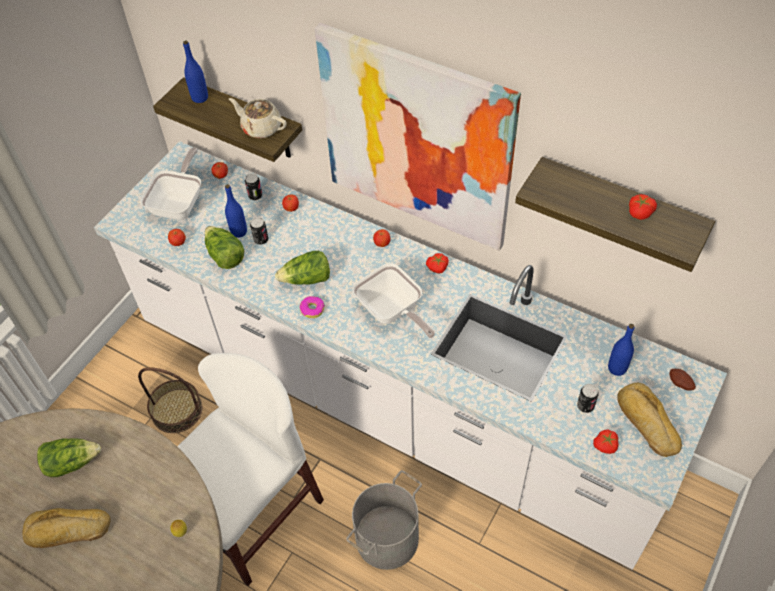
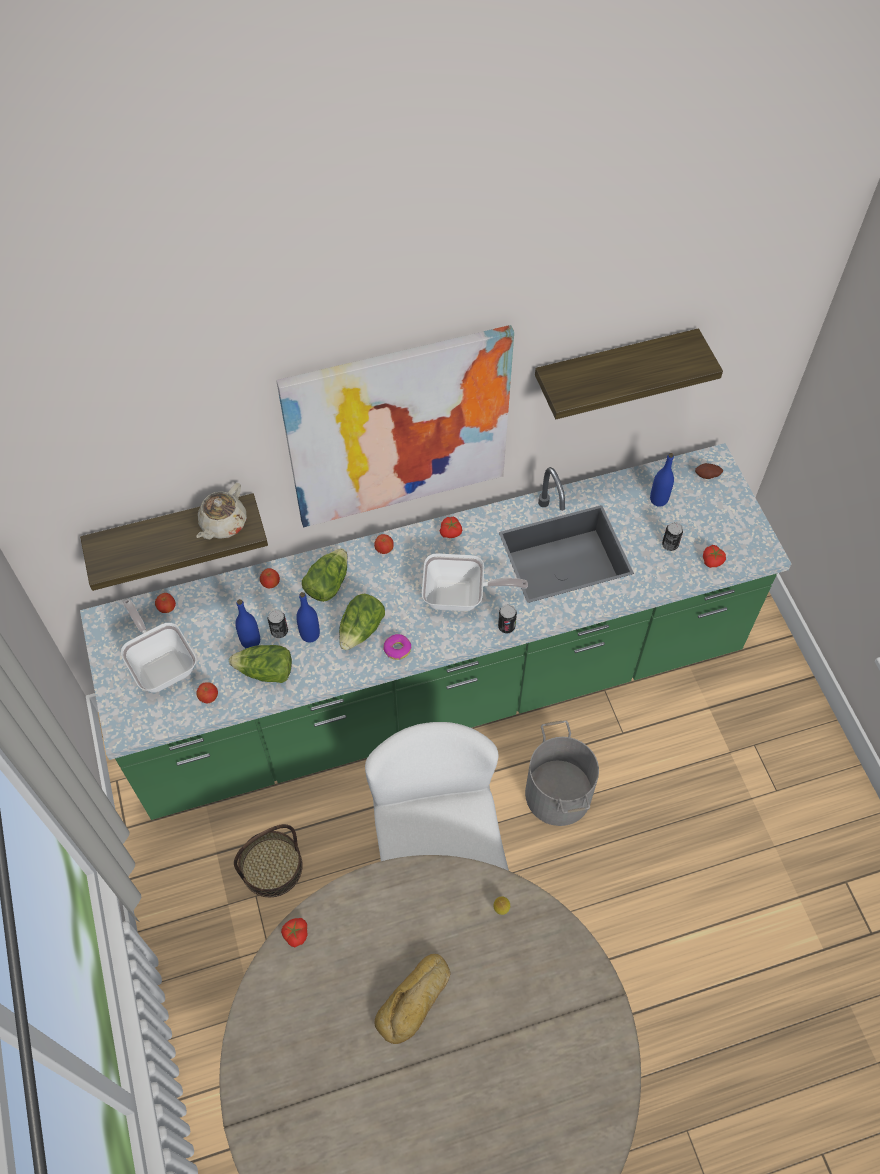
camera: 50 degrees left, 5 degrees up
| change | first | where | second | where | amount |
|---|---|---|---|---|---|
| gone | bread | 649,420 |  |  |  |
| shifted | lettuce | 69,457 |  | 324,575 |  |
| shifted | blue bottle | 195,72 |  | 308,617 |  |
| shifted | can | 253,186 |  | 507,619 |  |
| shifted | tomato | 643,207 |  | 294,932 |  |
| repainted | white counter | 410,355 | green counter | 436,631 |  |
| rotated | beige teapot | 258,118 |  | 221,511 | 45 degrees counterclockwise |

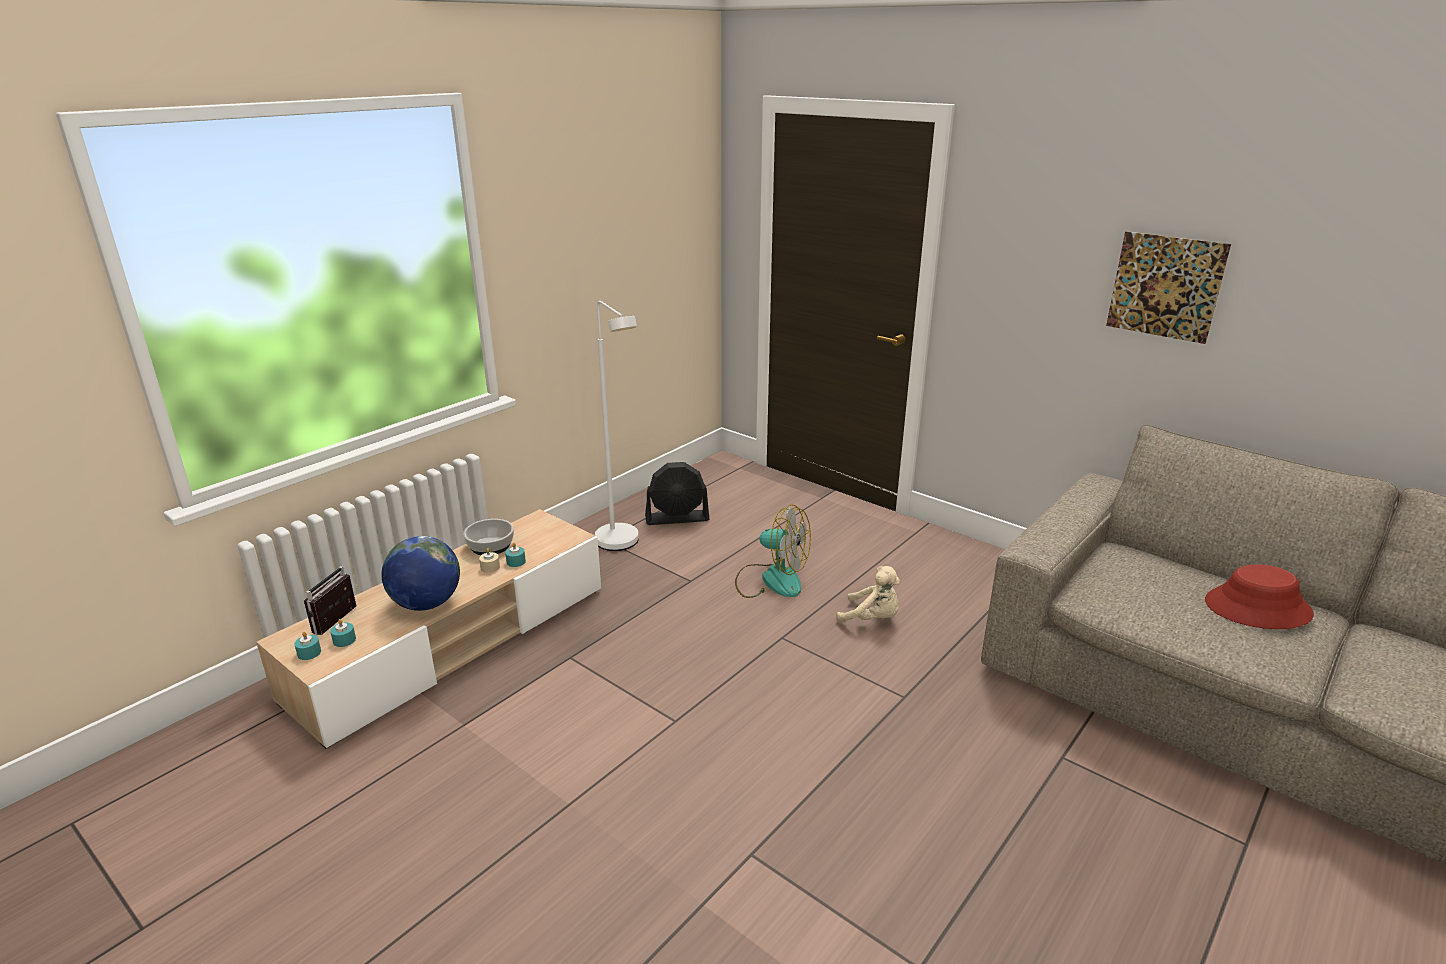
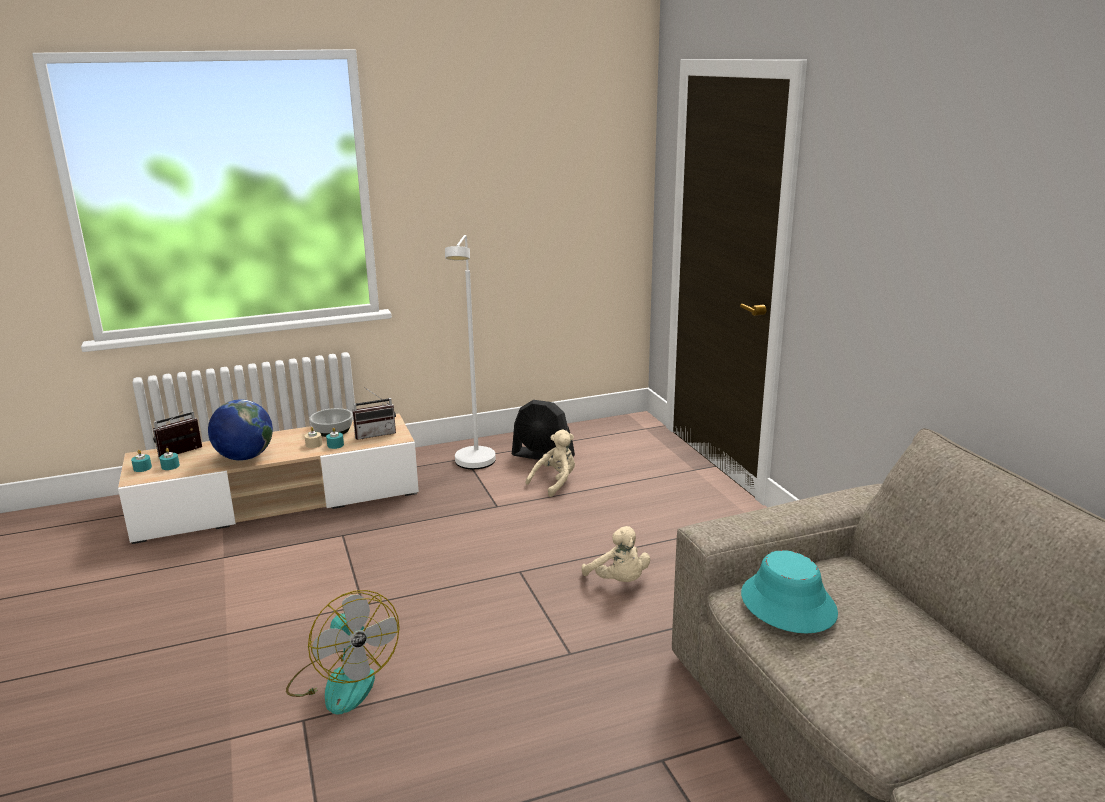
camera: 30 degrees right, 5 degrees down
| change | first | where | second | where | amount |
|---|---|---|---|---|---|
| gone | picture | 1168,287 |  |  |  |
| gone | red hat | 1259,596 |  |  |  |
| new |  |  | radio | 374,413 |  |
| new |  |  | beige plush toy | 550,463 |  |
| new |  |  | turquoise hat | 789,591 |  |
| shifted | fan | 773,551 |  | 343,652 |  |

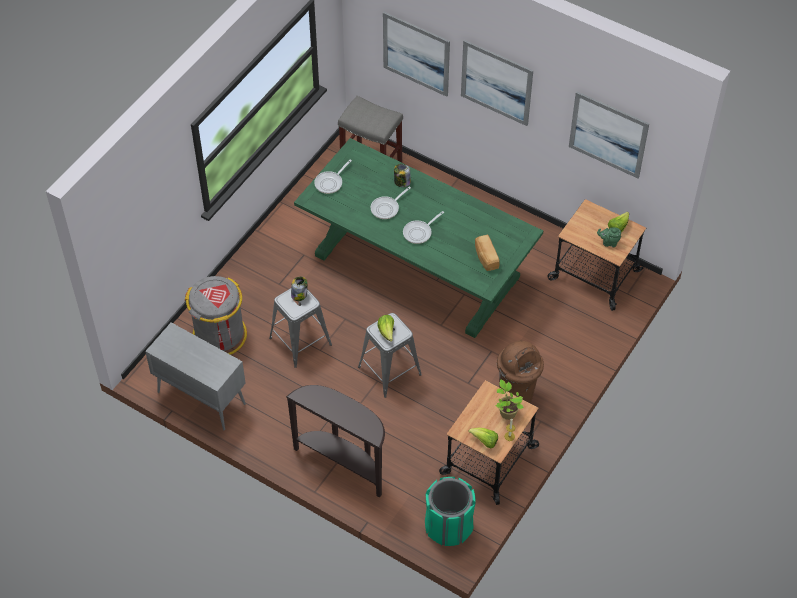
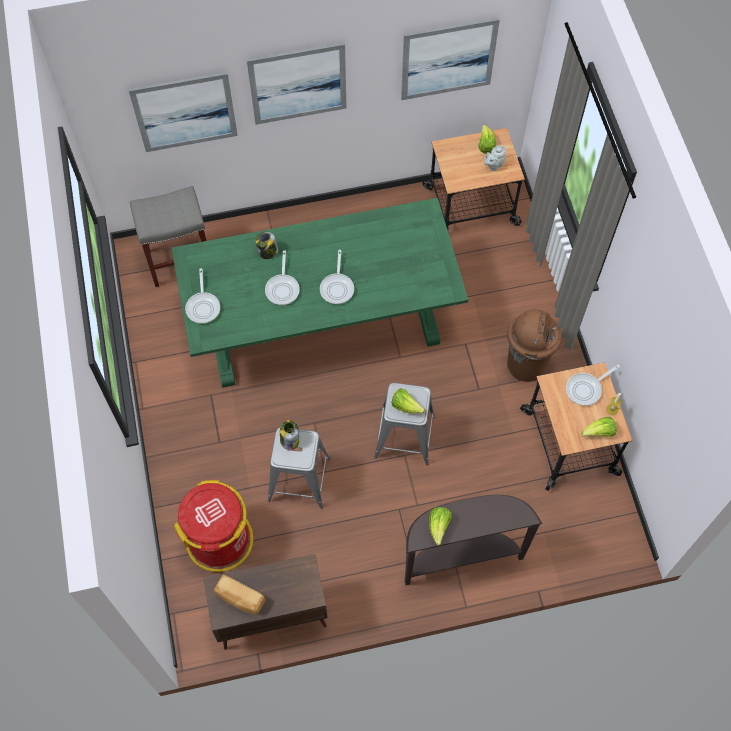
camera: 45 degrees left, 10 degrees up
| change | first | where | second | where | amount |
|---|---|---|---|---|---|
| gone | green trash can | 450,511 |  |  |  |
| new |  |  | lettuce | 440,526 |  |
| shifted | bread | 487,252 |  | 239,595 |  |
| swapped | potted plant | 510,399 | frying pan | 593,385 |  |
| repainted | grey cabinet | 195,376 | brown cabinet | 265,602 |  |
| repainted | grey trash can | 216,315 | red trash can | 213,526 |  |
| repainted | green teapot | 609,237 | grey teapot | 495,158 |  |

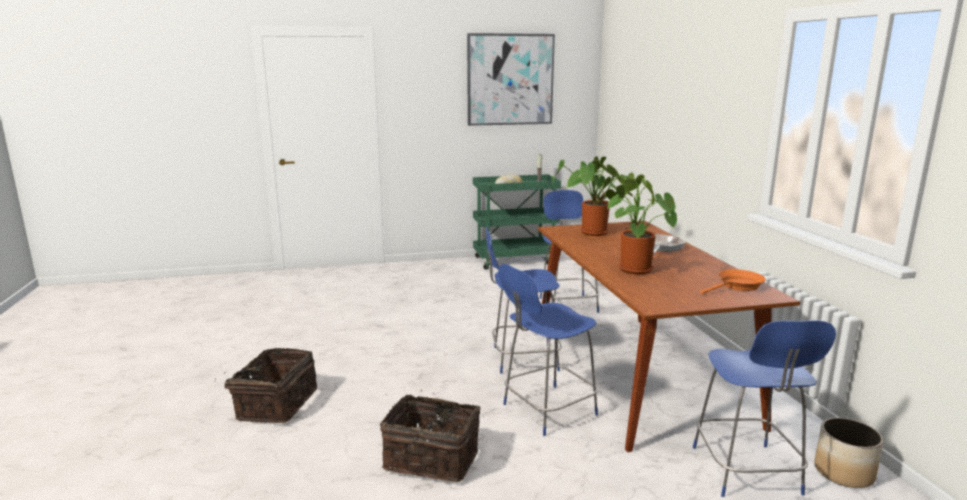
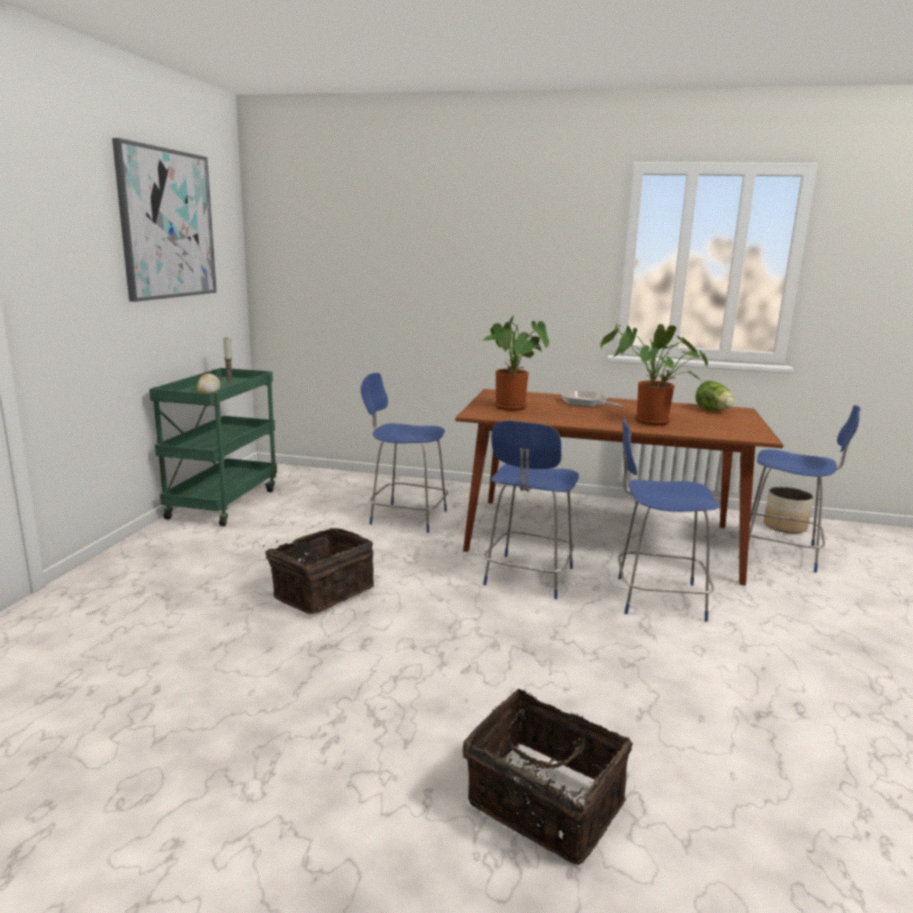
camera: 65 degrees left, 0 degrees up
| change | first | where | second | where | amount |
|---|---|---|---|---|---|
| shifted | basket | 430,436 |  | 318,571 |  |
| swapped | orange frying pan | 733,281 | lettuce | 715,396 |  |
| rotated | blue chair | 548,350 |  | 668,520 | 105 degrees clockwise |

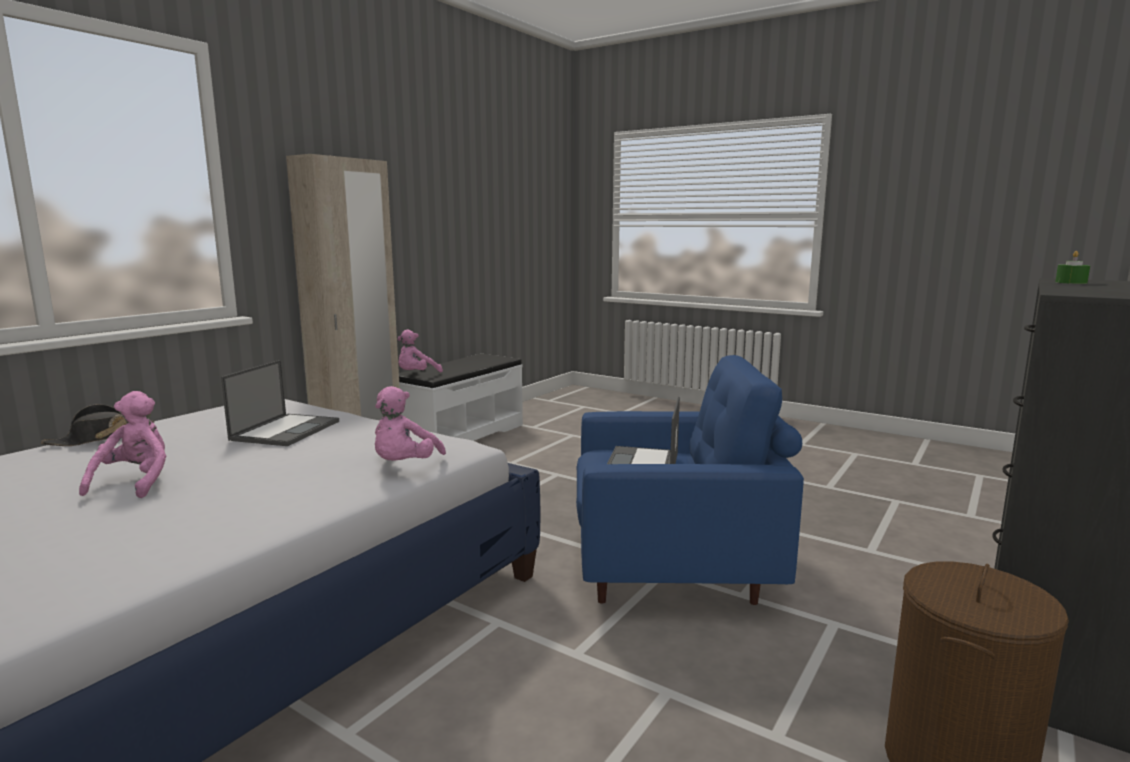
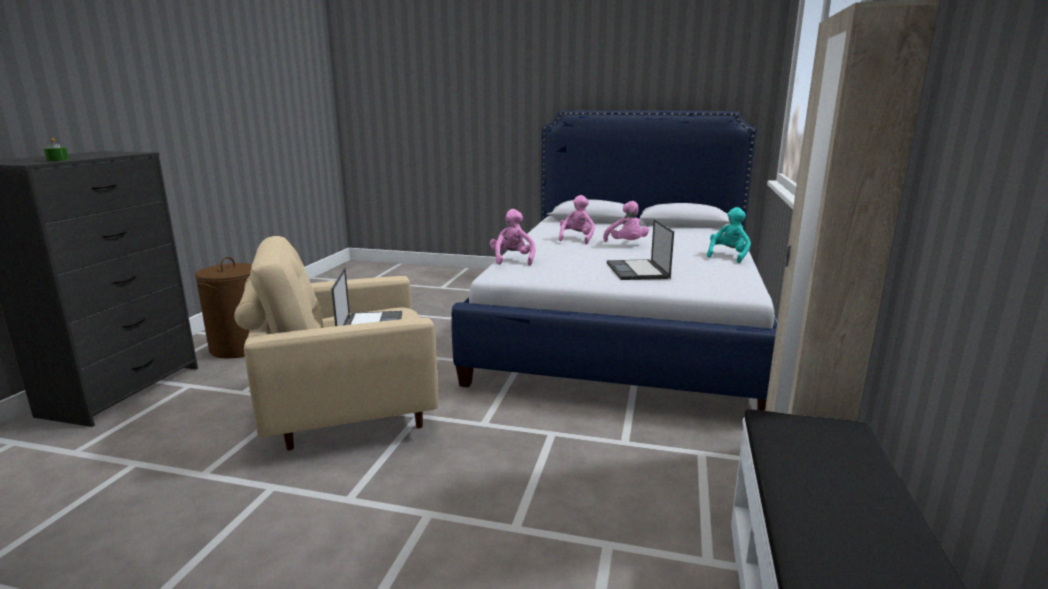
camera: 160 degrees right, 5 degrees up
| change | first | where | second | where | amount |
|---|---|---|---|---|---|
| shifted | pink plush toy | 420,351 |  | 577,220 |  |
| swapped | black hat | 98,425 | turquoise plush toy | 729,235 |  |
| repainted | blue armchair | 690,480 | beige armchair | 336,343 |  |

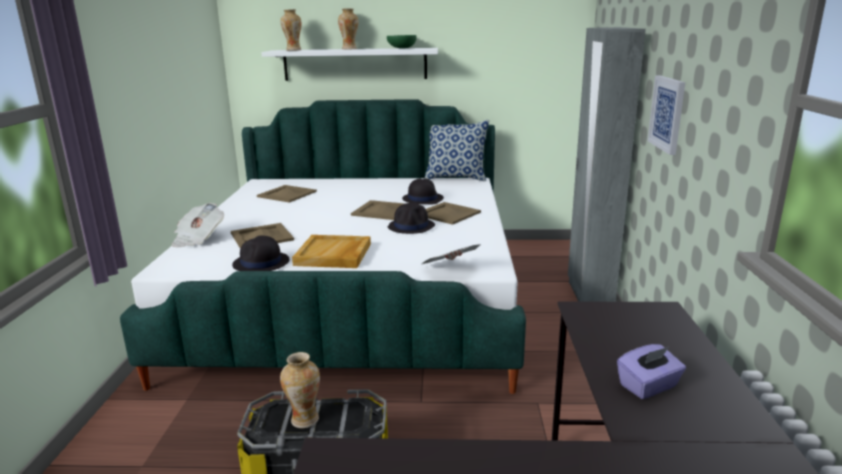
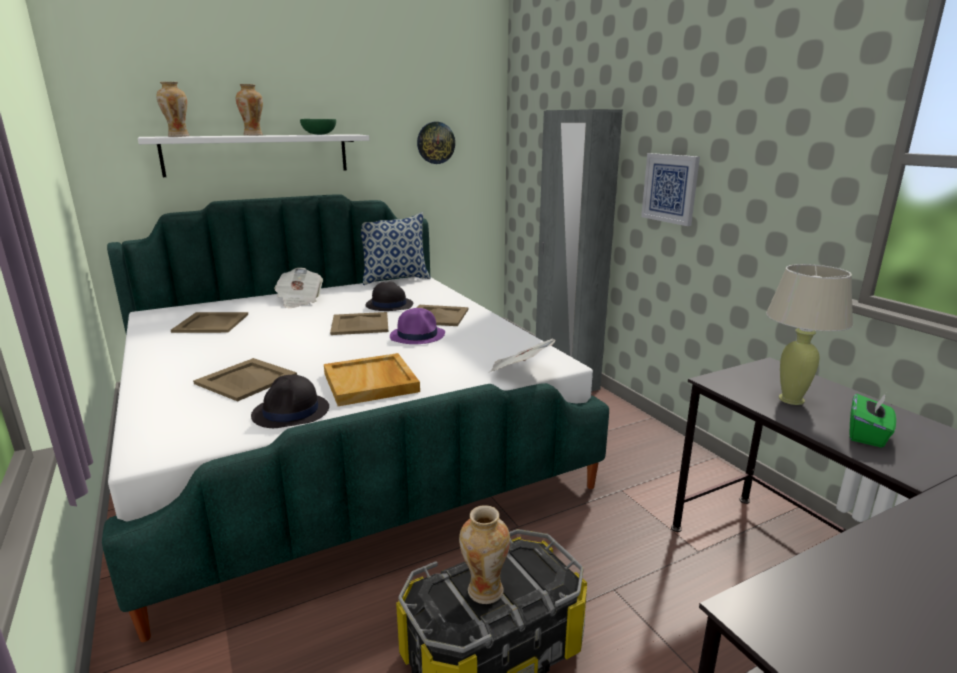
camera: 30 degrees left, 0 degrees up
| change | first | where | second | where | amount |
|---|---|---|---|---|---|
| new |  |  | wall clock | 436,143 |  |
| new |  |  | beige table lamp | 809,334 |  |
| shifted | newspaper | 197,225 |  | 298,288 |  |
| repainted | black hat | 411,218 | purple hat | 417,326 |  |
| repainted | purple tissue box | 651,371 | green tissue box | 872,420 |  |

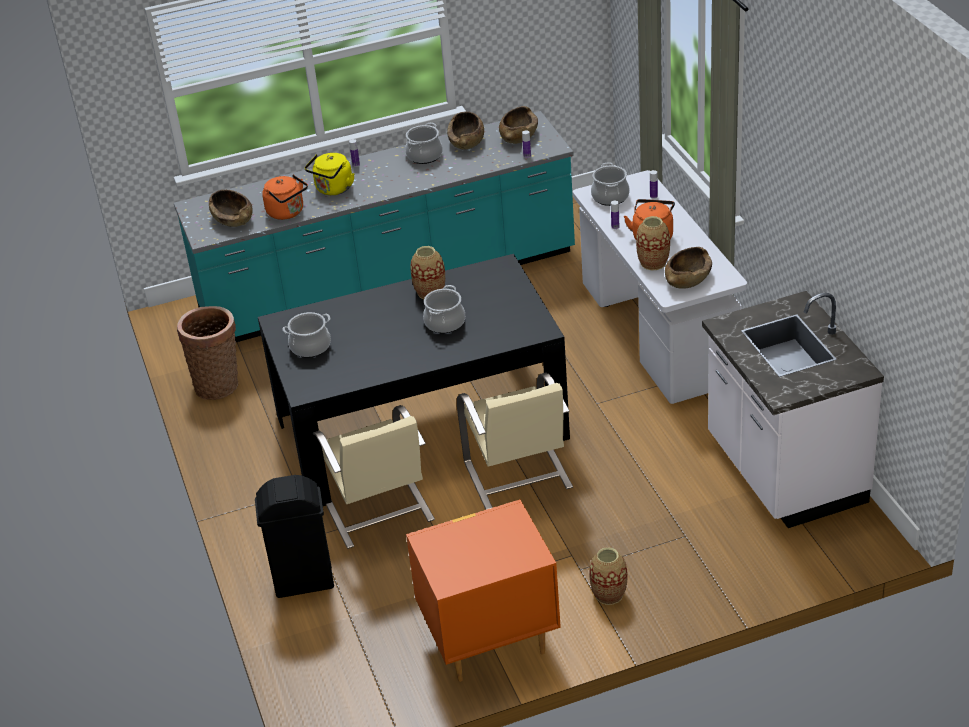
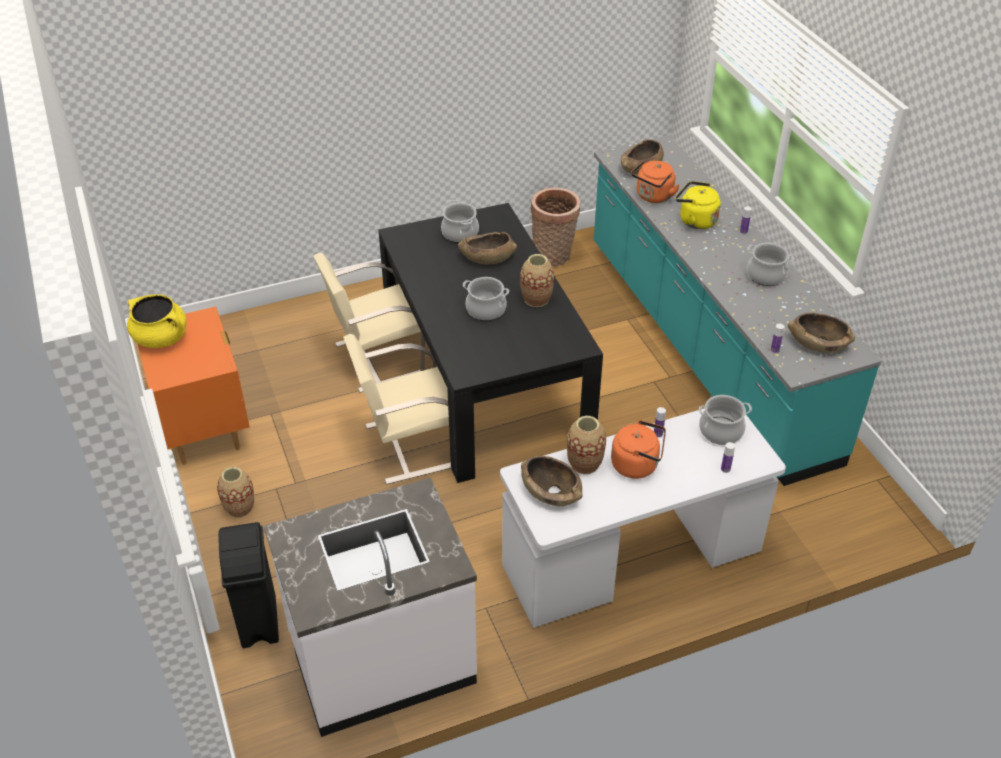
camera: 85 degrees right, 5 degrees up
| change | first | where | second | where | amount |
|---|---|---|---|---|---|
| new |  |  | yellow cooking pot | 156,321 |  |
| shifted | black trash can | 294,536 |  | 248,585 |  |
| shifted | brown bowl | 465,130 |  | 487,248 |  |

